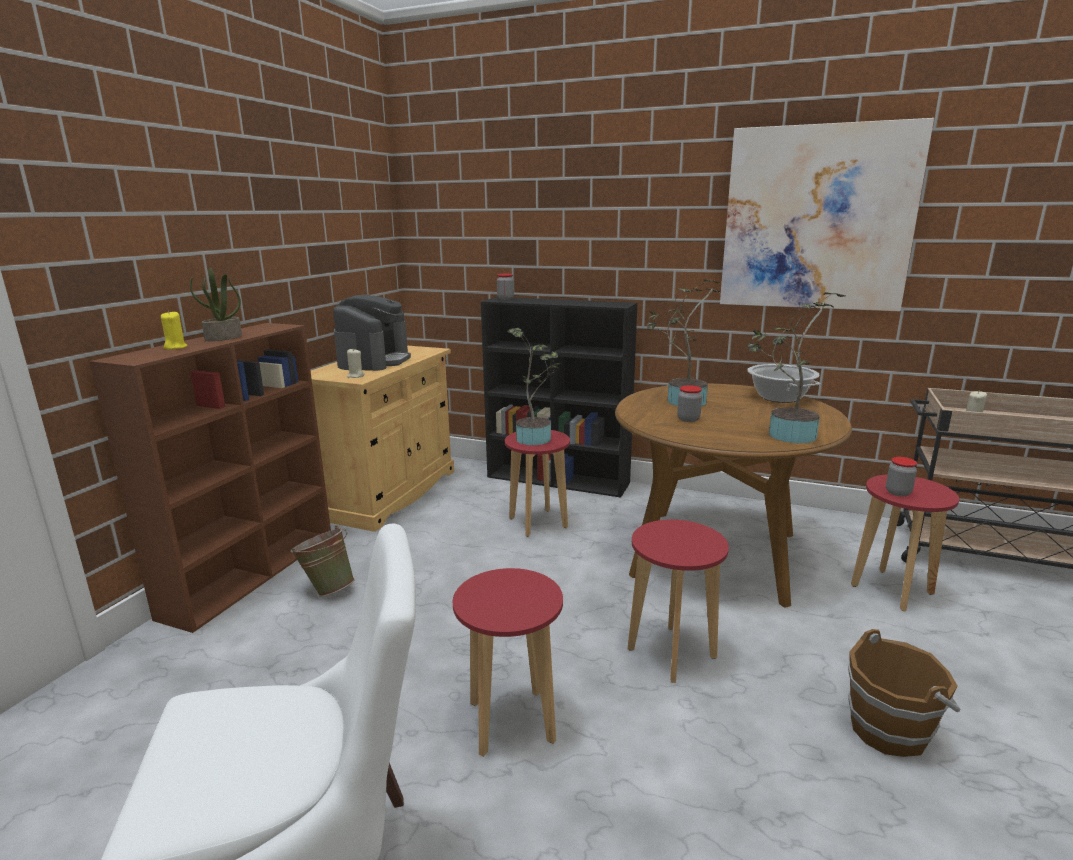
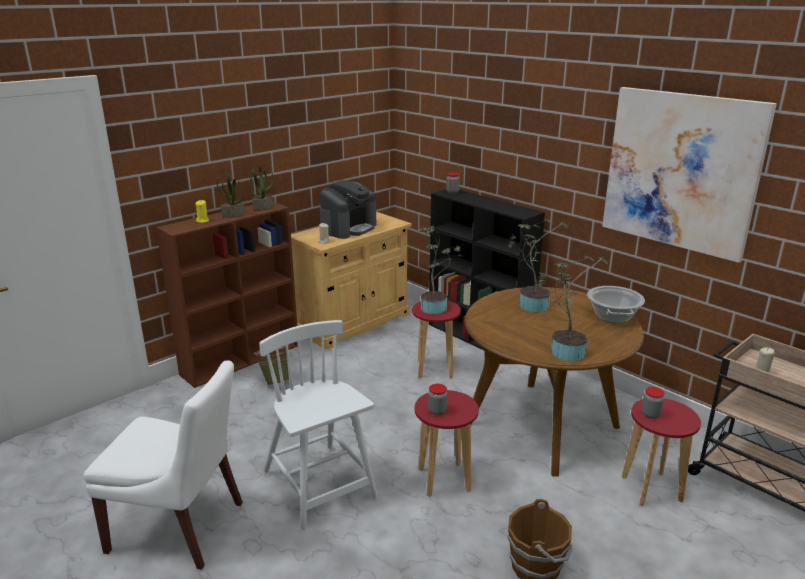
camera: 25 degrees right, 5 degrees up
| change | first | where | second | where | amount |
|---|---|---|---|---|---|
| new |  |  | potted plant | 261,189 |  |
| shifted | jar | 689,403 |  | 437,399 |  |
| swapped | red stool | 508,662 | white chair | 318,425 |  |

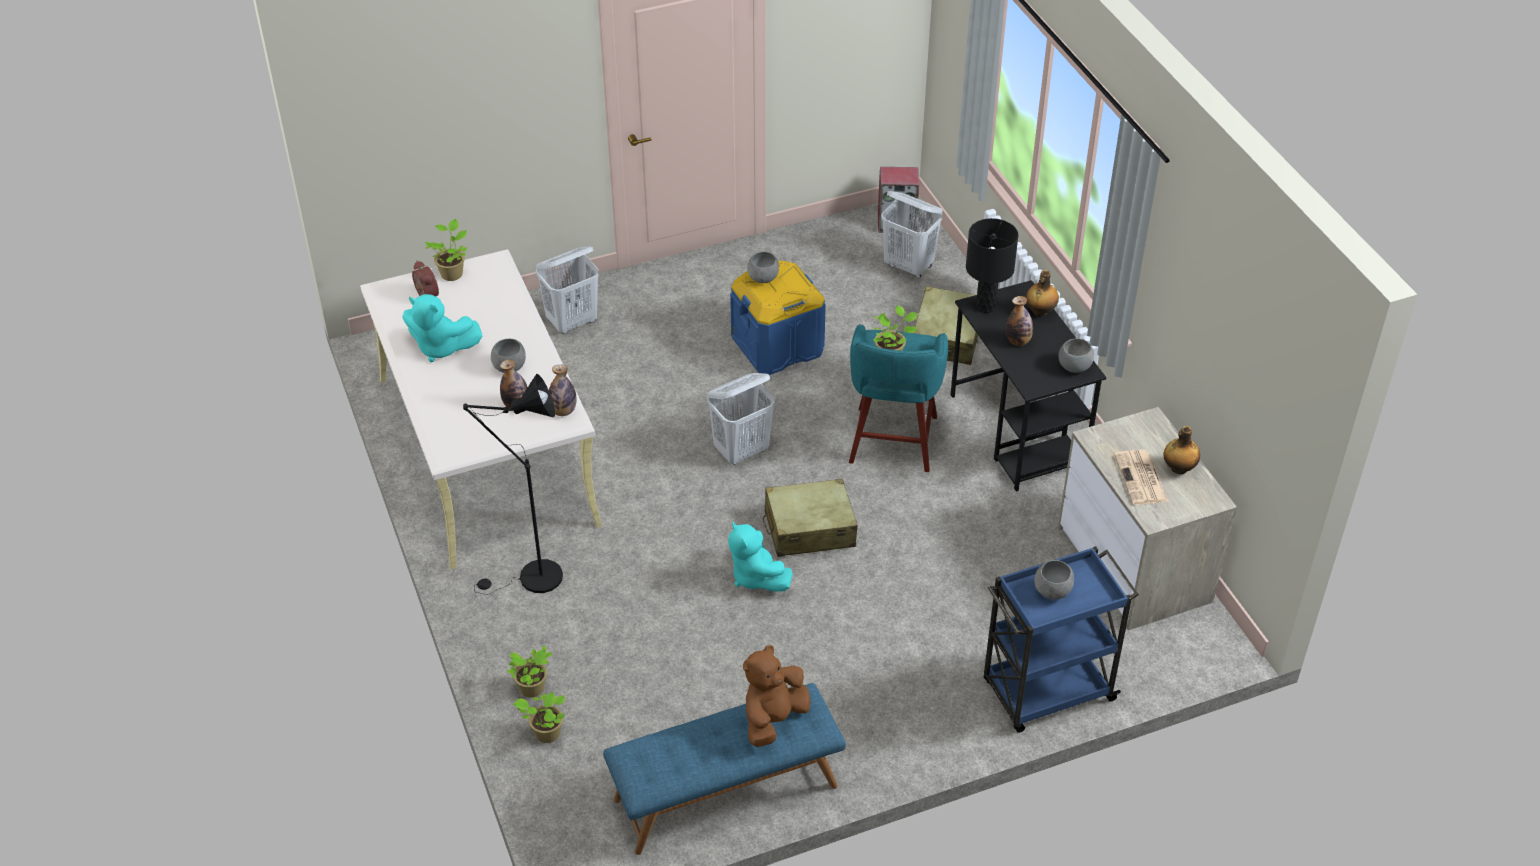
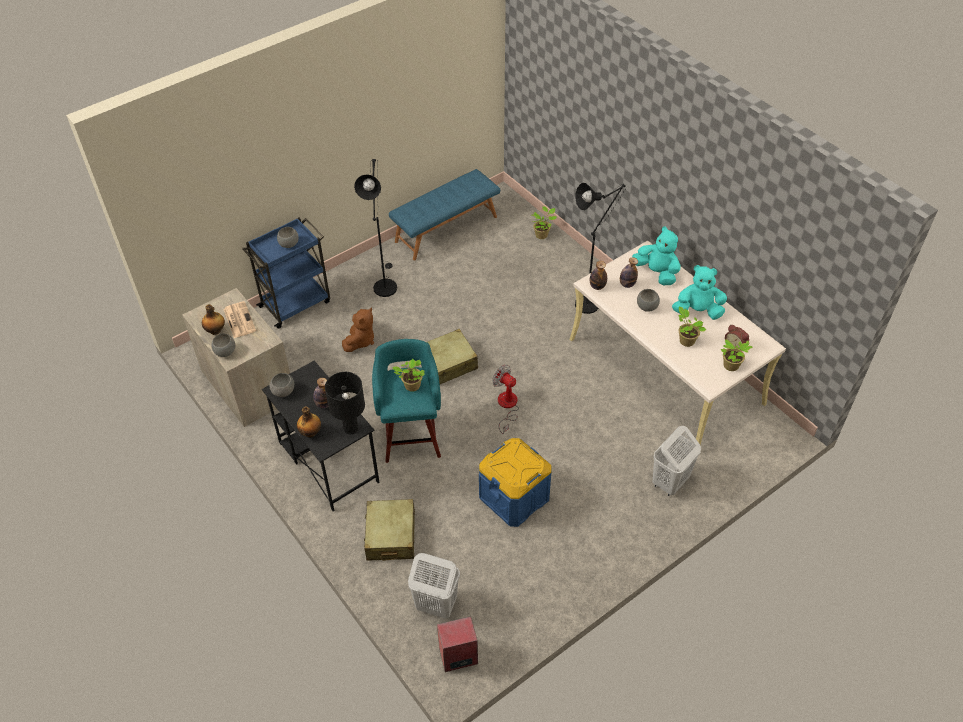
camera: 165 degrees right, 5 degrees up
| change | first | where | second | where | amount |
|---|---|---|---|---|---|
| new |  |  | black floor lamp | 375,228 |  |
| shifted | potted plant | 530,671 |  | 692,327 |  |
| shifted | turquoise plush toy | 760,556 |  | 656,255 |  |
| shifted | brown plush toy | 777,696 |  | 358,329 |  |
| shifted | grey bowl | 763,267 |  | 223,345 |  |
| swapped | white laundry basket | 741,419 | fan | 505,399 |  |

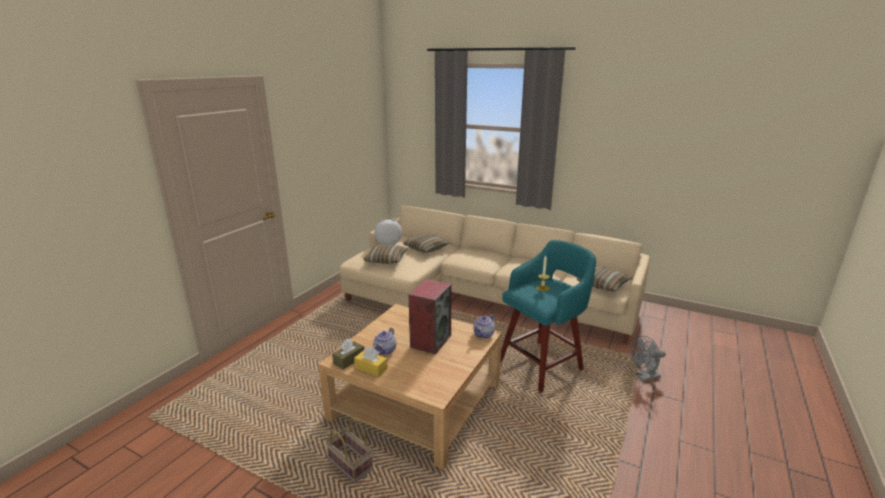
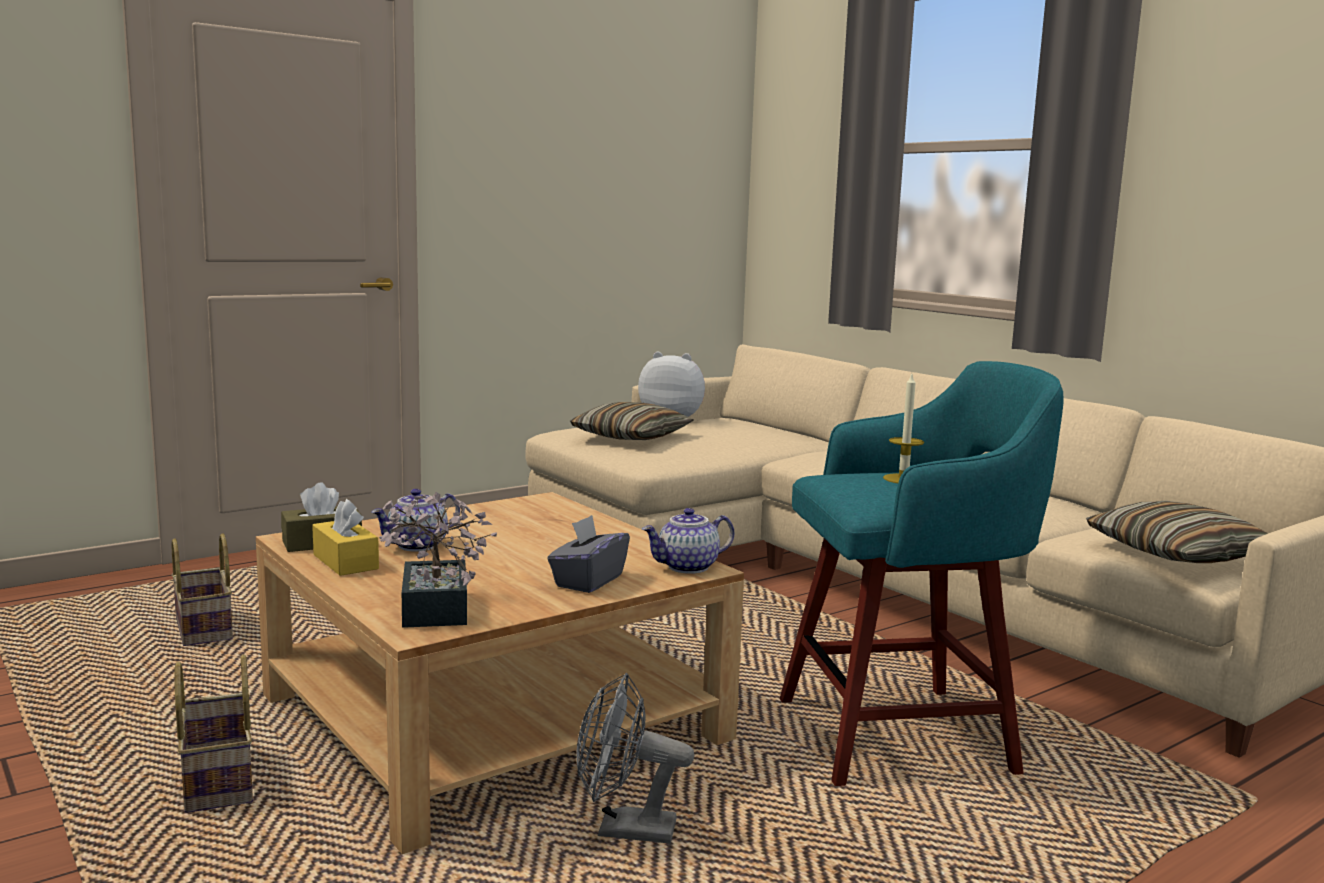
camera: 25 degrees right, 10 degrees down
| change | first | where | second | where | amount |
|---|---|---|---|---|---|
| gone | pillow | 426,243 |  |  |  |
| gone | speaker | 430,316 |  |  |  |
| new |  |  | basket | 202,589 |  |
| new |  |  | potted plant | 438,560 |  |
| new |  |  | grey tissue box | 588,554 |  |
| shifted | grey fan | 649,359 |  | 635,758 |  |

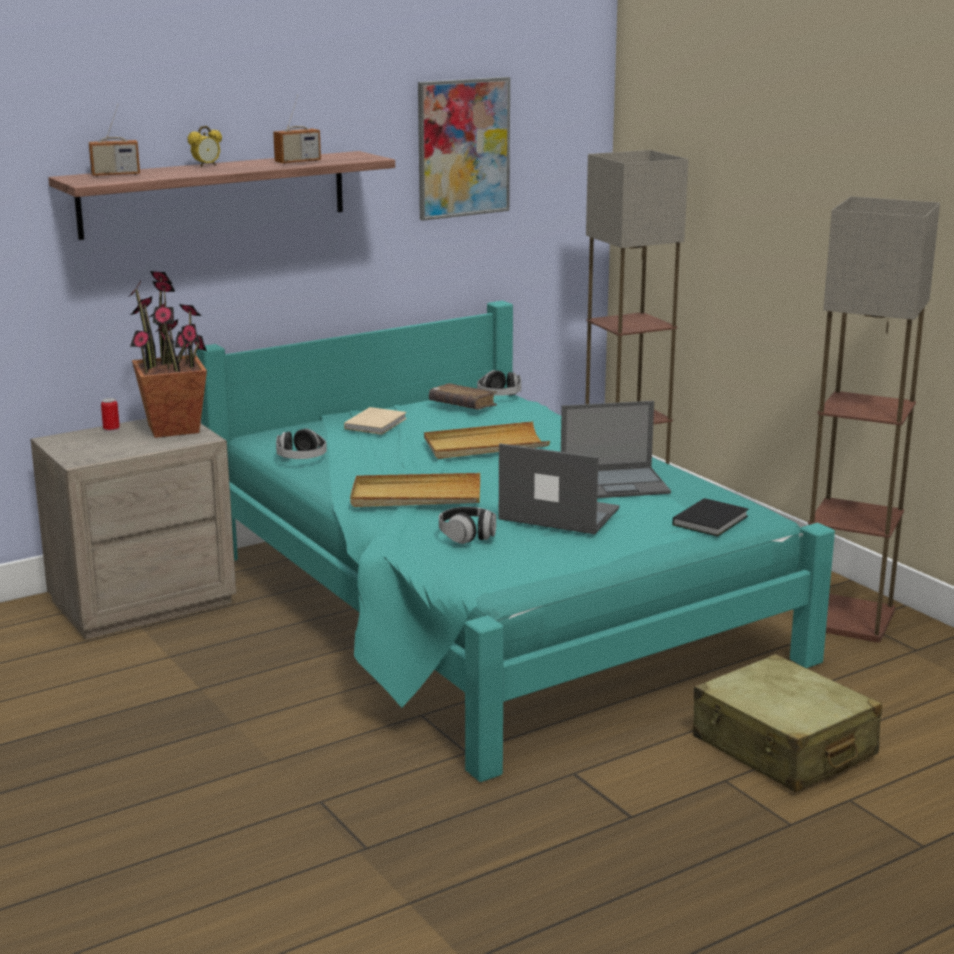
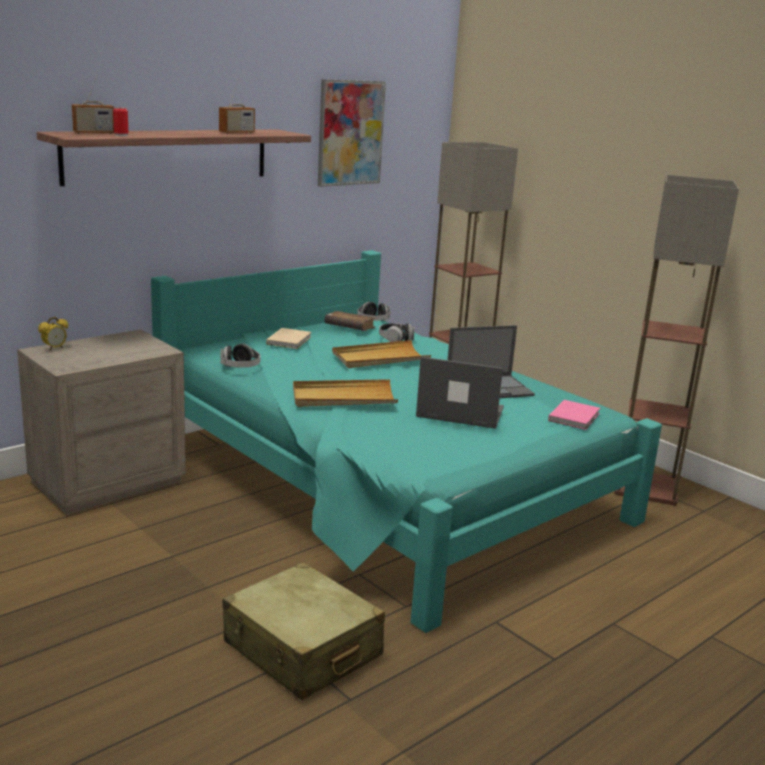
camera: 10 degrees left, 0 degrees up
| change | first | where | second | where | amount |
|---|---|---|---|---|---|
| gone | potted plant | 167,354 |  |  |  |
| shifted | can | 110,415 |  | 121,121 |  |
| shifted | alarm clock | 205,146 |  | 53,333 |  |
| shifted | headphones | 467,525 |  | 397,332 |  |
| shifted | beige suitcase | 787,723 |  | 303,631 |  |
| repainted | black book | 710,517 | pink book | 574,415 |  |

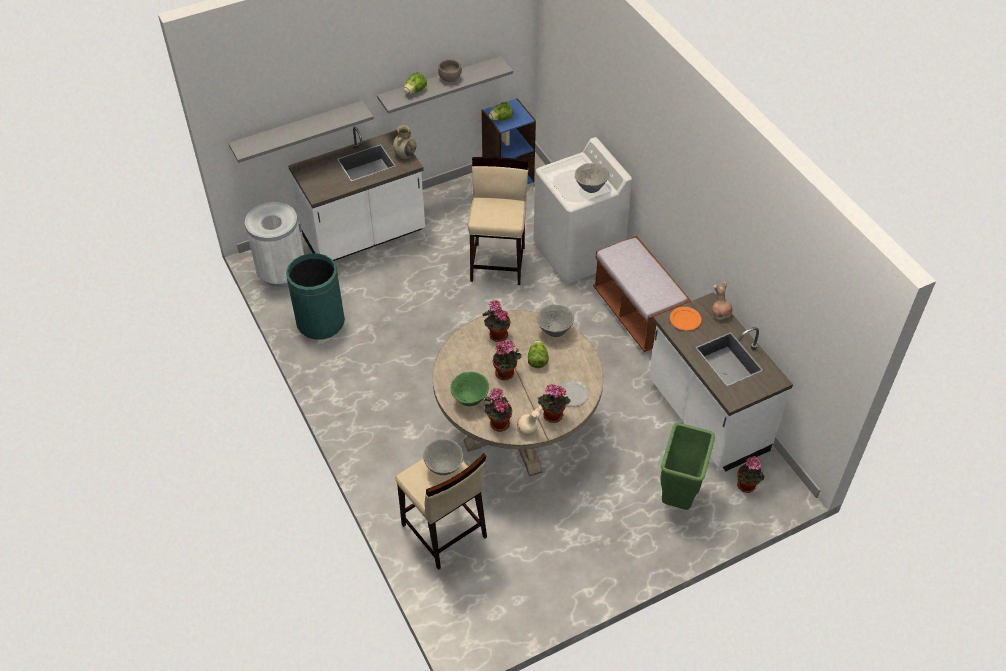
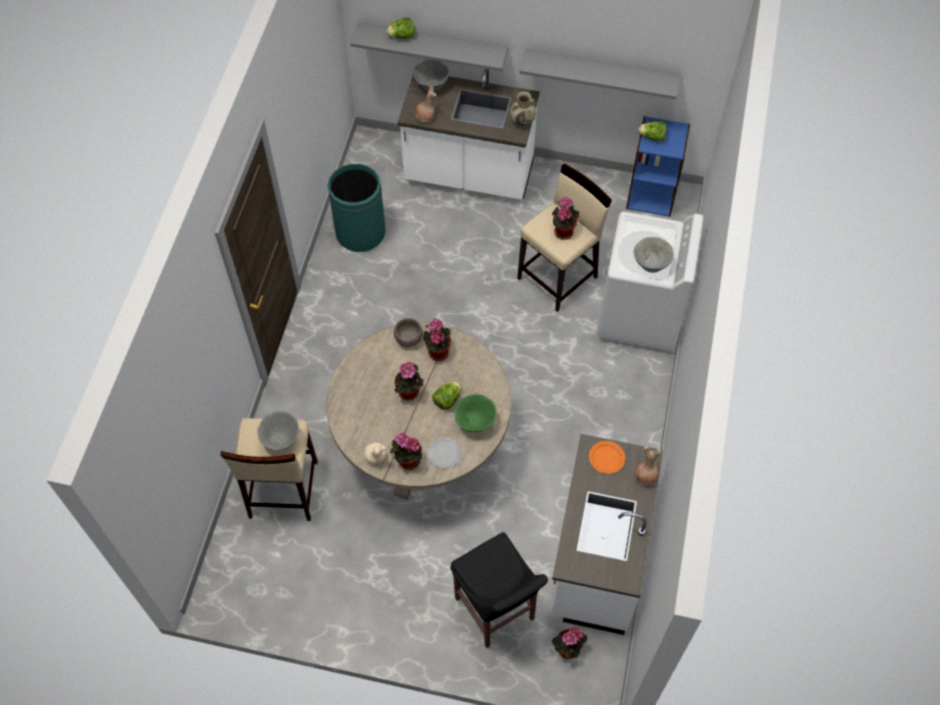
camera: 40 degrees right, 10 degrees up
| change | first | where | second | where | amount |
|---|---|---|---|---|---|
| gone | white trash can | 274,244 |  |  |  |
| gone | brown bench | 642,294 |  |  |  |
| new |  |  | brown vase | 425,104 |  |
| shifted | lettuce | 415,83 |  | 400,28 |  |
| shifted | brown bowl | 450,70 |  | 408,332 |  |
| shifted | green bowl | 469,389 |  | 476,413 |  |
| shifted | potted plant | 498,410 |  | 565,218 |  |
| shifted | grey bowl | 555,320 |  | 431,76 |  |
| swapped | green trash can | 688,466 | black stool | 499,590 |  |

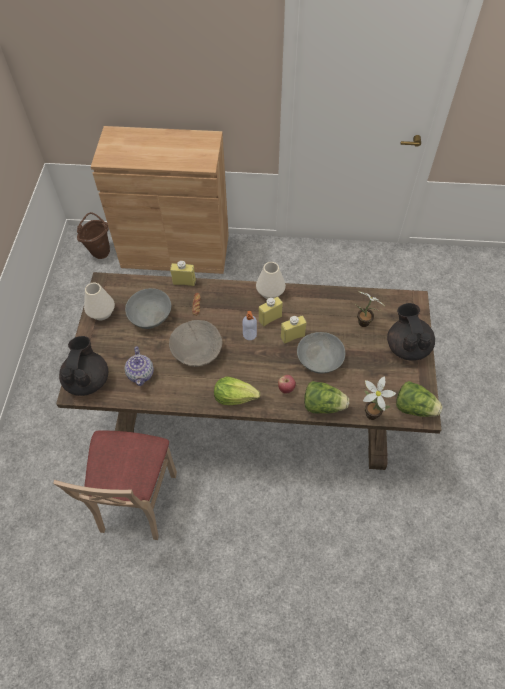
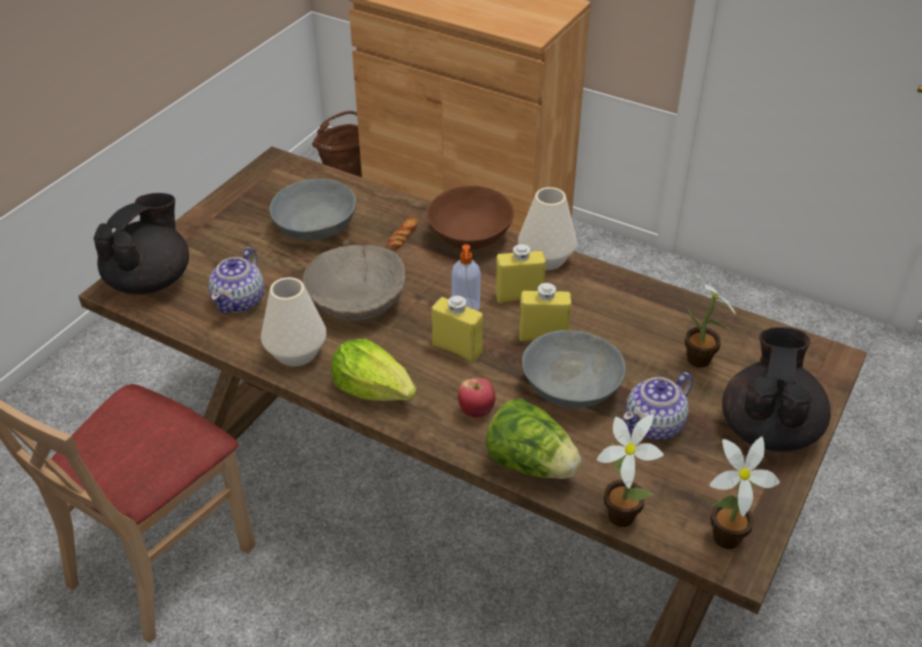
camera: 25 degrees right, 15 degrees down
| change | first | where | second | where | amount |
|---|---|---|---|---|---|
| new |  |  | brown bowl | 470,218 |  |
| new |  |  | teapot | 658,406 |  |
| shifted | white vase | 99,301 |  | 294,321 |  |
| shifted | yellow bottle | 183,273 |  | 457,329 |  |
| swapped | lettuce | 419,399 | potted plant | 744,493 |  |

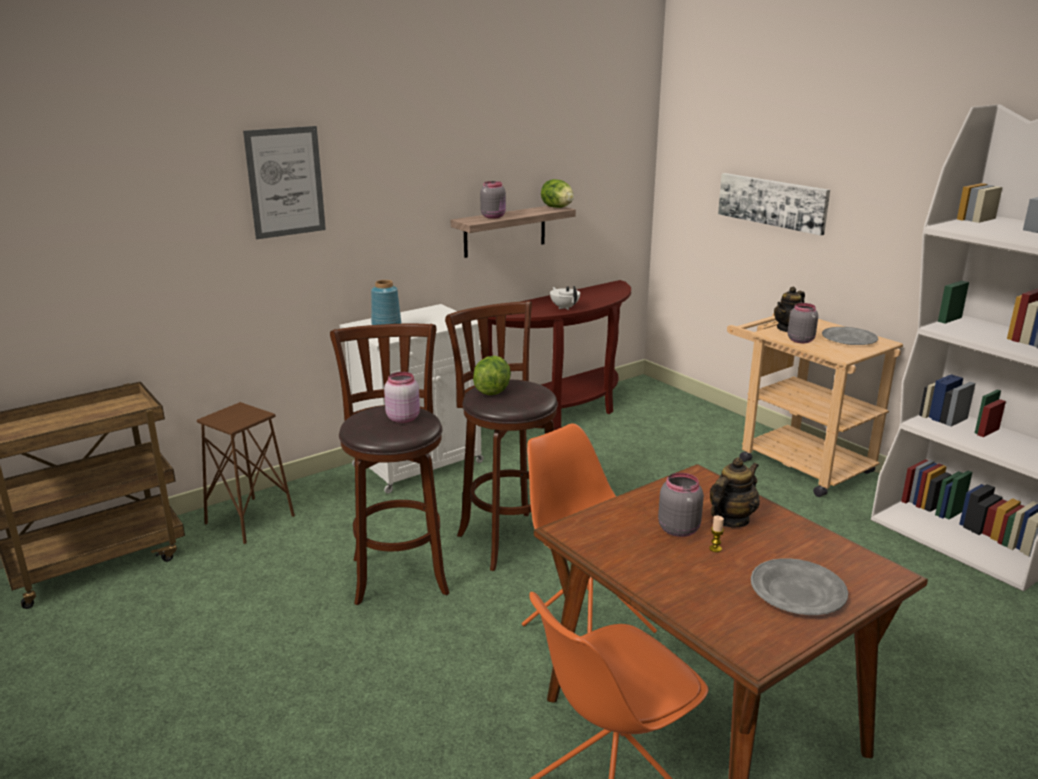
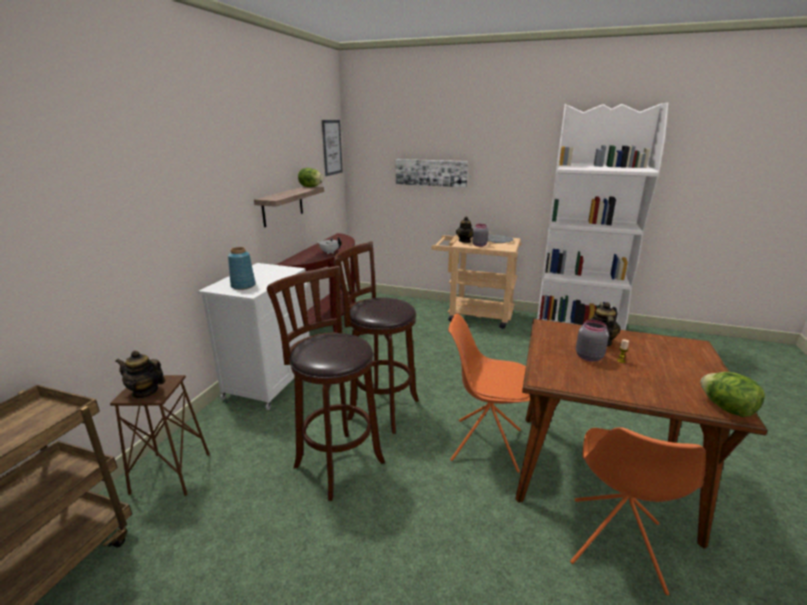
camera: 35 degrees left, 0 degrees up
| change | first | where | second | where | amount |
|---|---|---|---|---|---|
| gone | pink jar | 402,397 |  |  |  |
| gone | grey jar | 493,199 |  |  |  |
| gone | grey plate | 799,586 |  |  |  |
| new |  |  | teapot | 140,375 |  |
| shifted | picture | 284,182 |  | 332,148 |  |
| shifted | lettuce | 492,375 |  | 732,394 |  |

